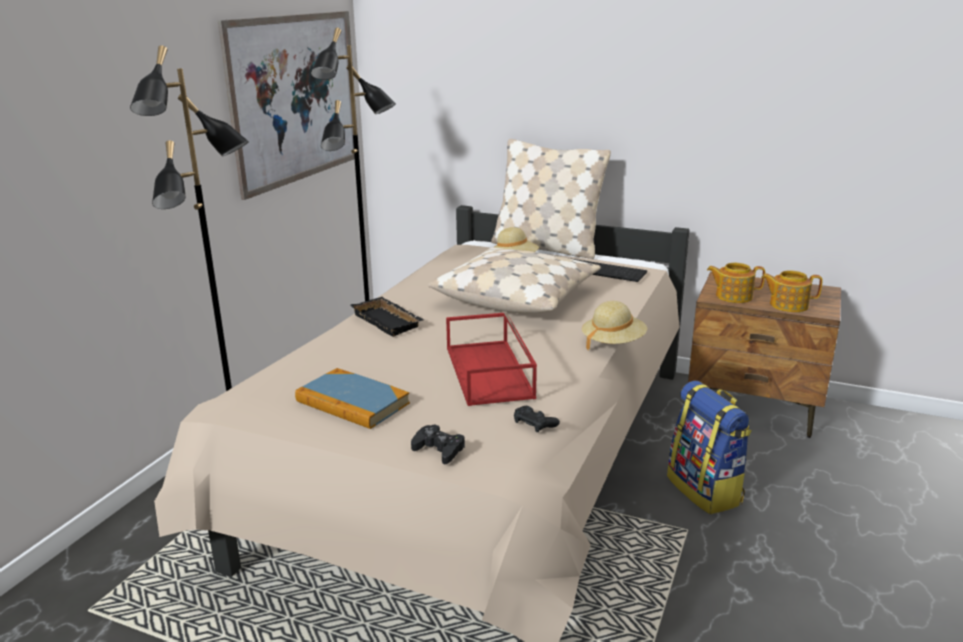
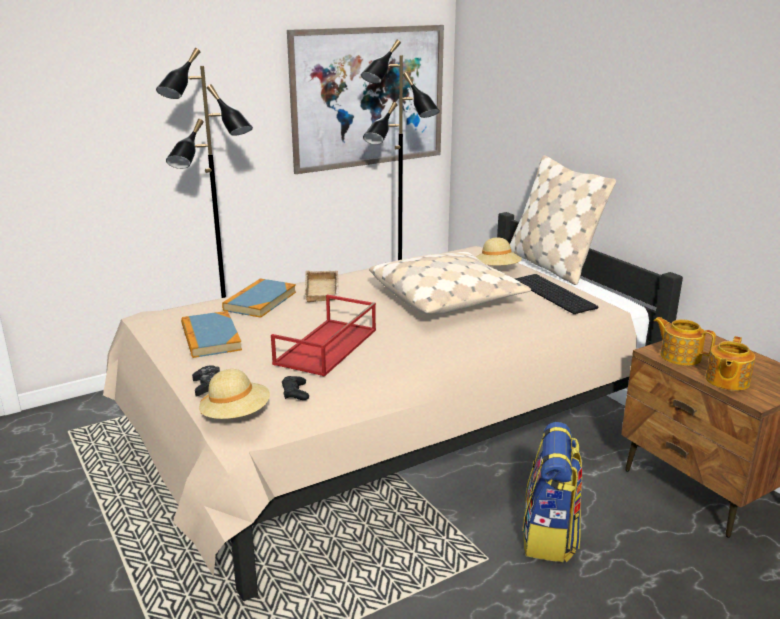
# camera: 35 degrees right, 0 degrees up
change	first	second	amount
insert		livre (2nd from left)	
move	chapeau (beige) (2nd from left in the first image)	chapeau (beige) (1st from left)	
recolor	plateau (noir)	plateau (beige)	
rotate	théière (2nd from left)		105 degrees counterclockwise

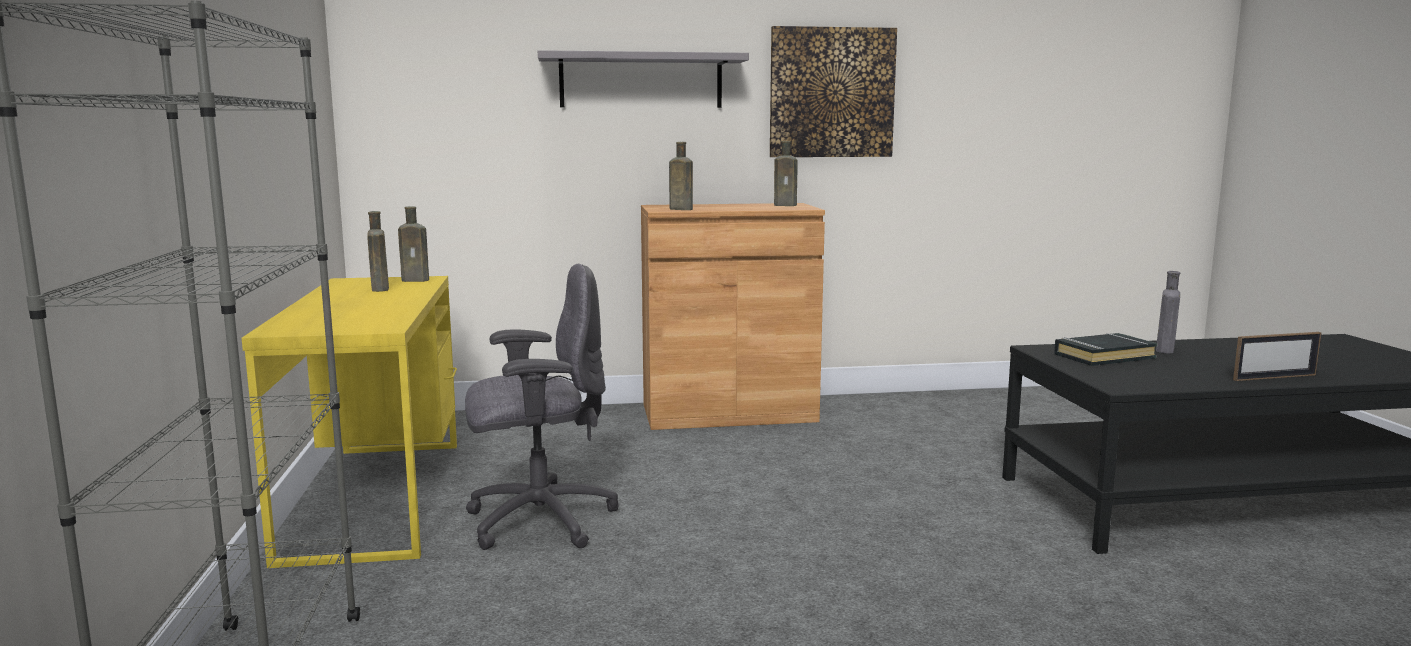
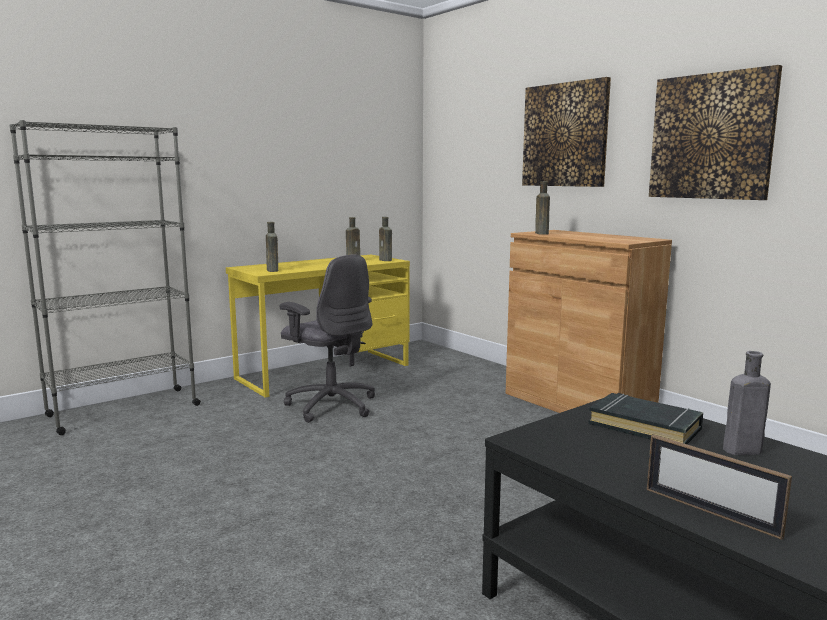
# camera: 60 degrees right, 0 degrees up
change	first	second	amount
move	bouteille (marron) (4th from left in the first image)	bouteille (marron) (1st from left)	
replace	étagère (gris)	tableau (1st from left)	

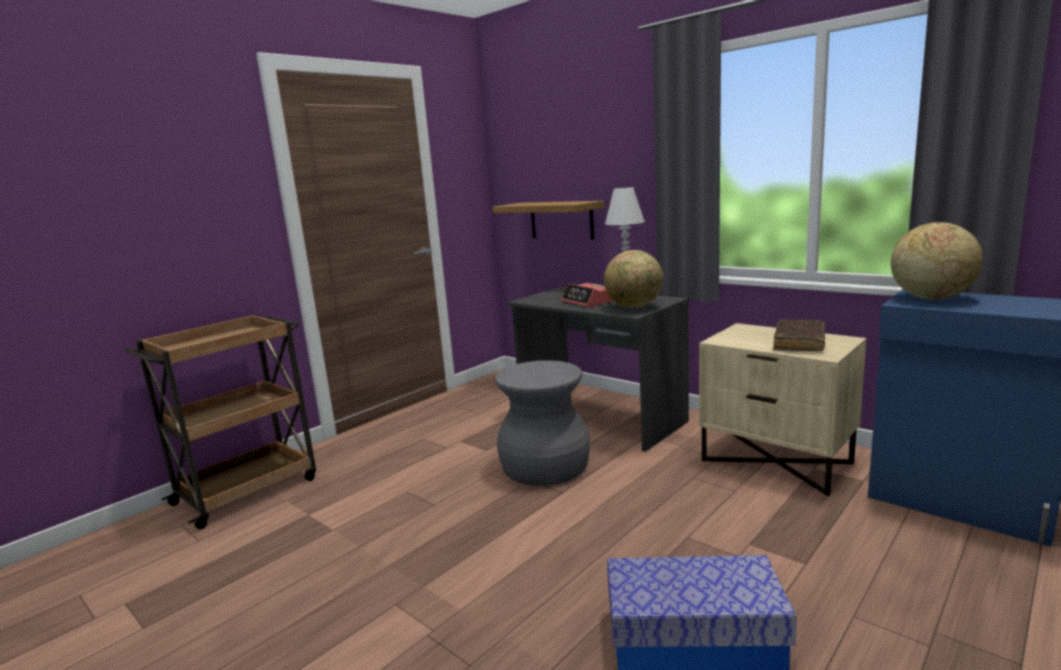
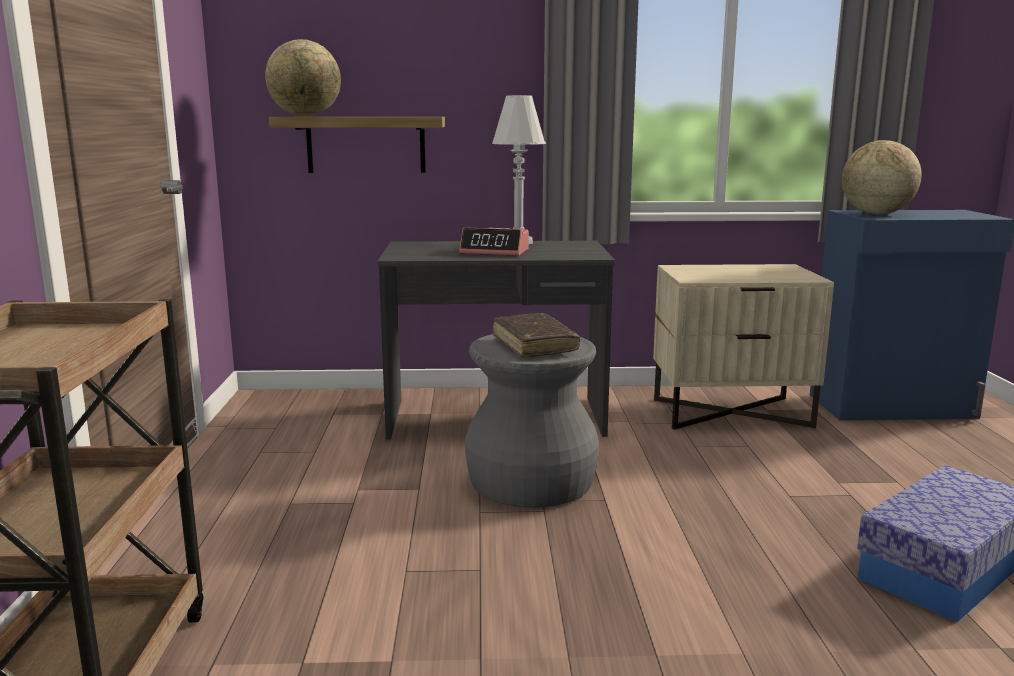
# camera: 45 degrees left, 0 degrees up
change	first	second	amount
move	globe (1st from left)		
move	livre (marron)		

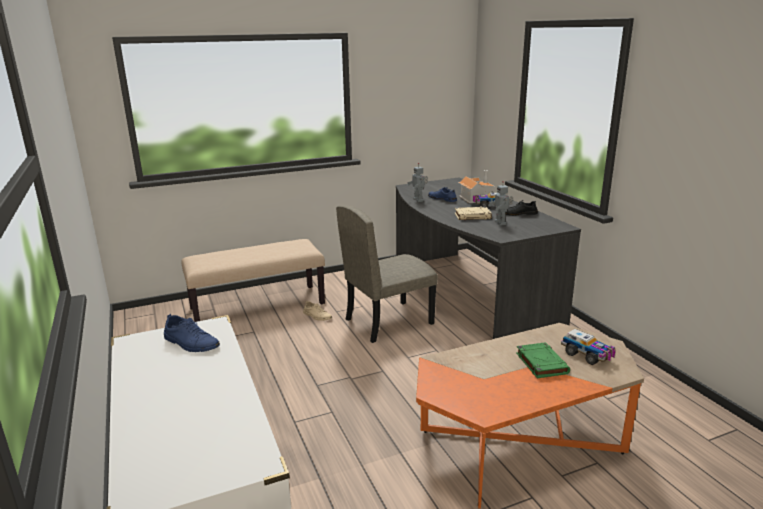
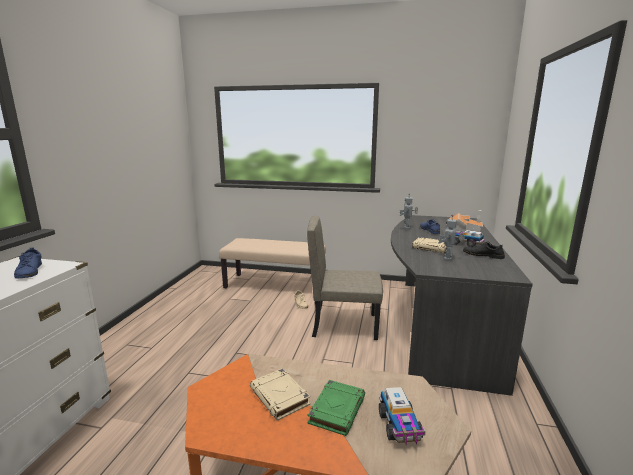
# camera: 35 degrees right, 5 degrees down
change	first	second	amount
insert		livre (beige) (1st from left)	

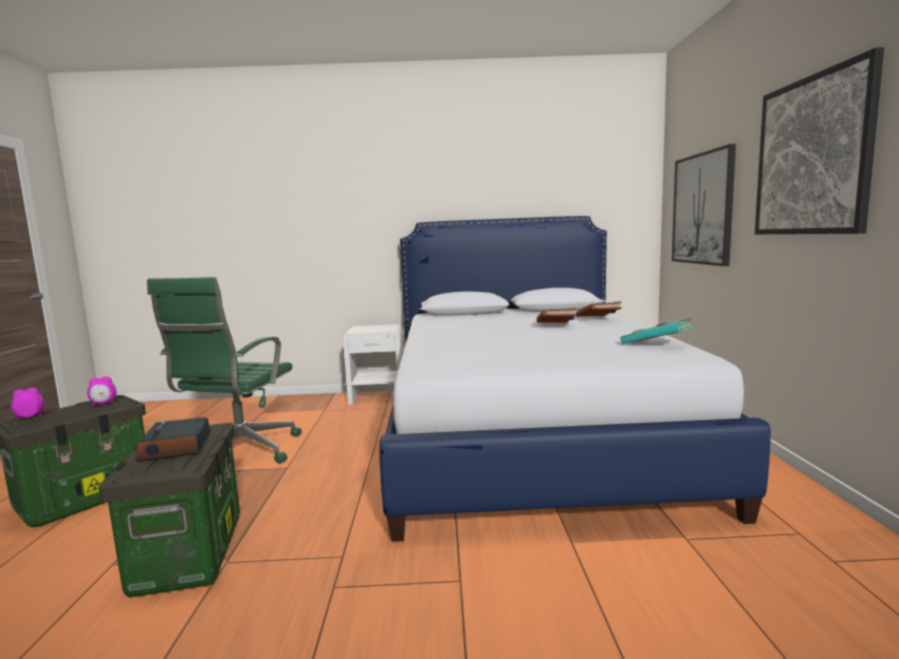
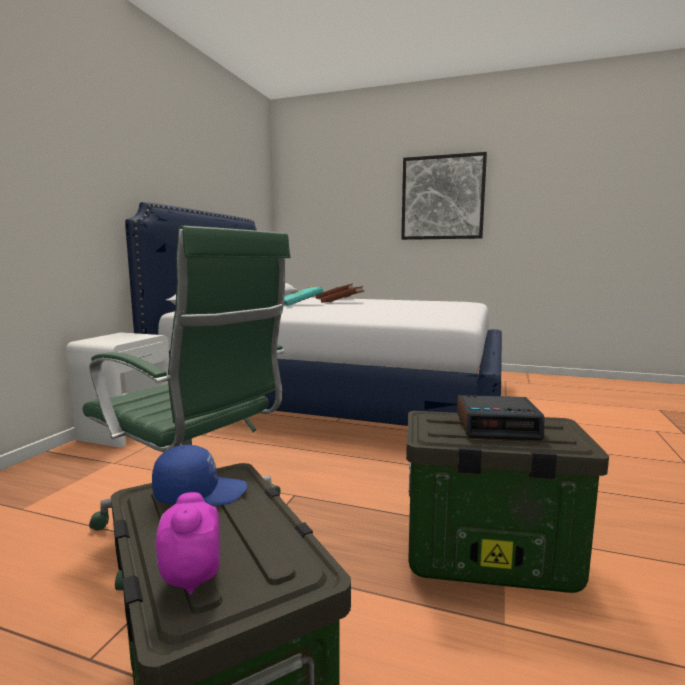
# camera: 70 degrees left, 0 degrees up
change	first	second	amount
delete	tableau (1st from left)		
move	livre (turquoise)		
replace	réveil (2nd from left)	casquette (bleu)	

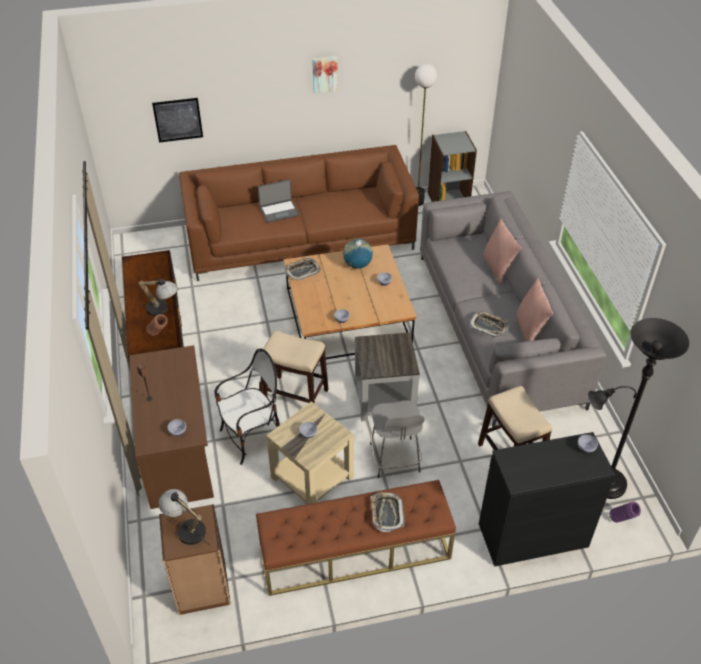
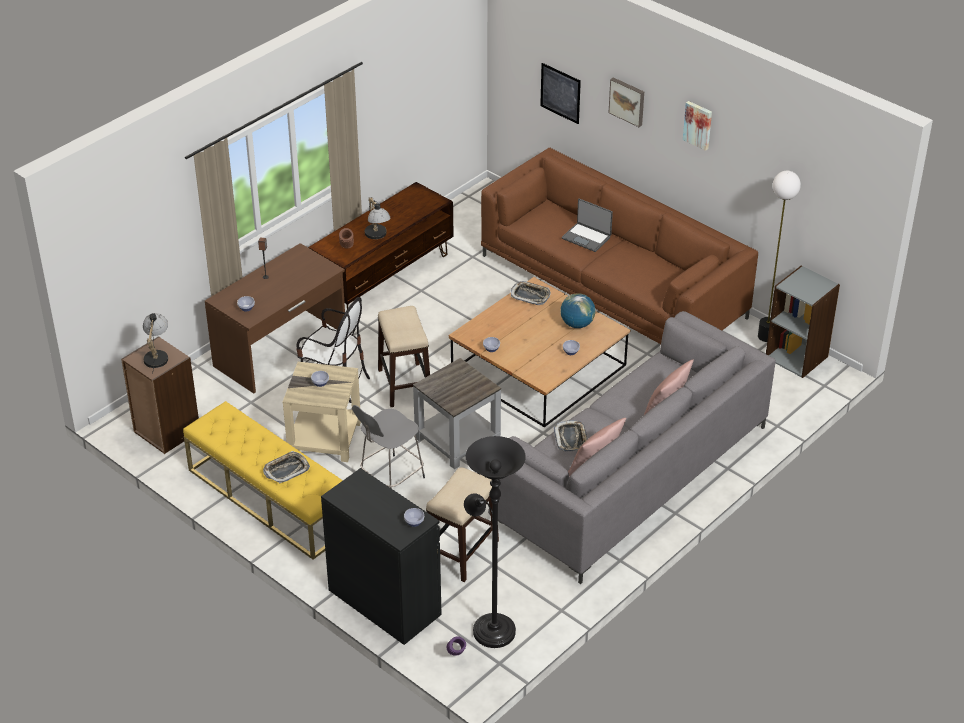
# camera: 55 degrees right, 5 degrees down
change	first	second	amount
insert		tableau (2nd from left)	
recolor	banc (marron)	banc (jaune)	

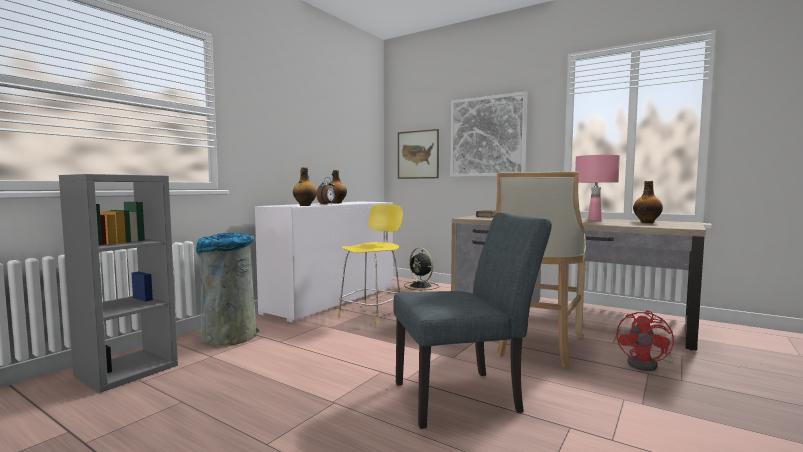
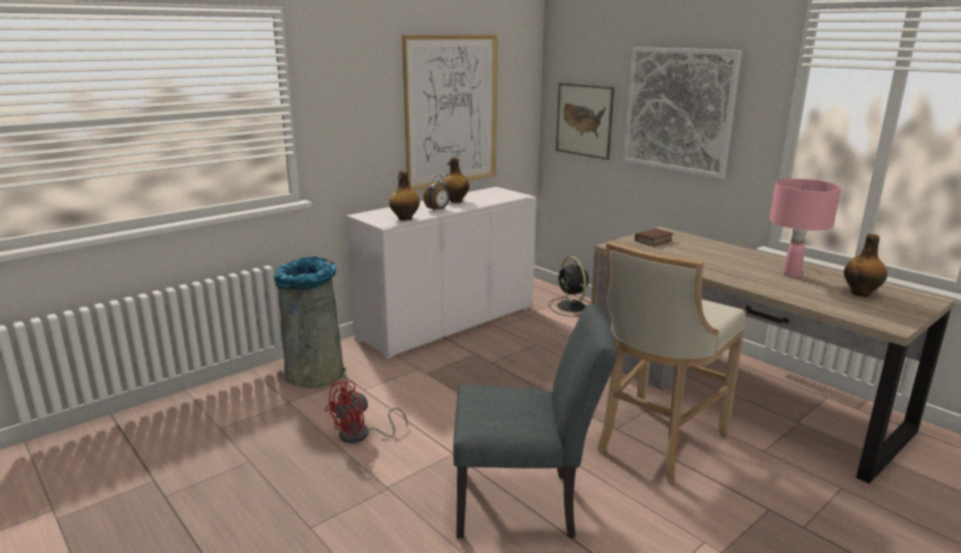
# camera: 15 degrees right, 15 degrees up
change	first	second	amount
delete	bibliothèque (gris)		
delete	chaise (jaune)		
insert		tableau (1st from left)	
move	ventilateur (rouge)		

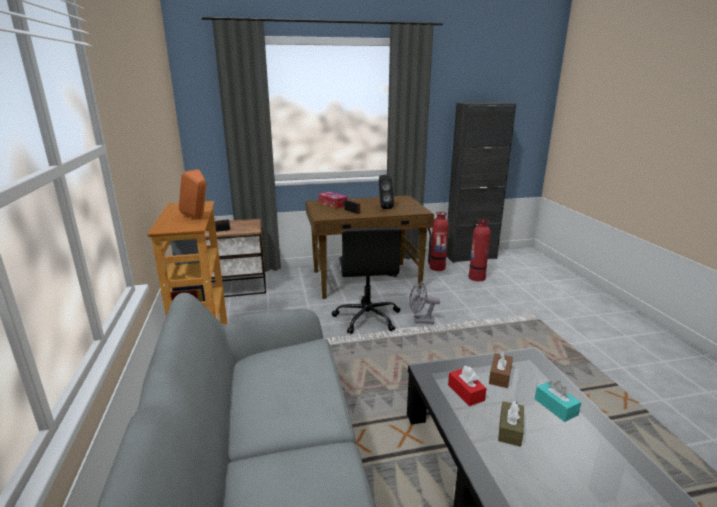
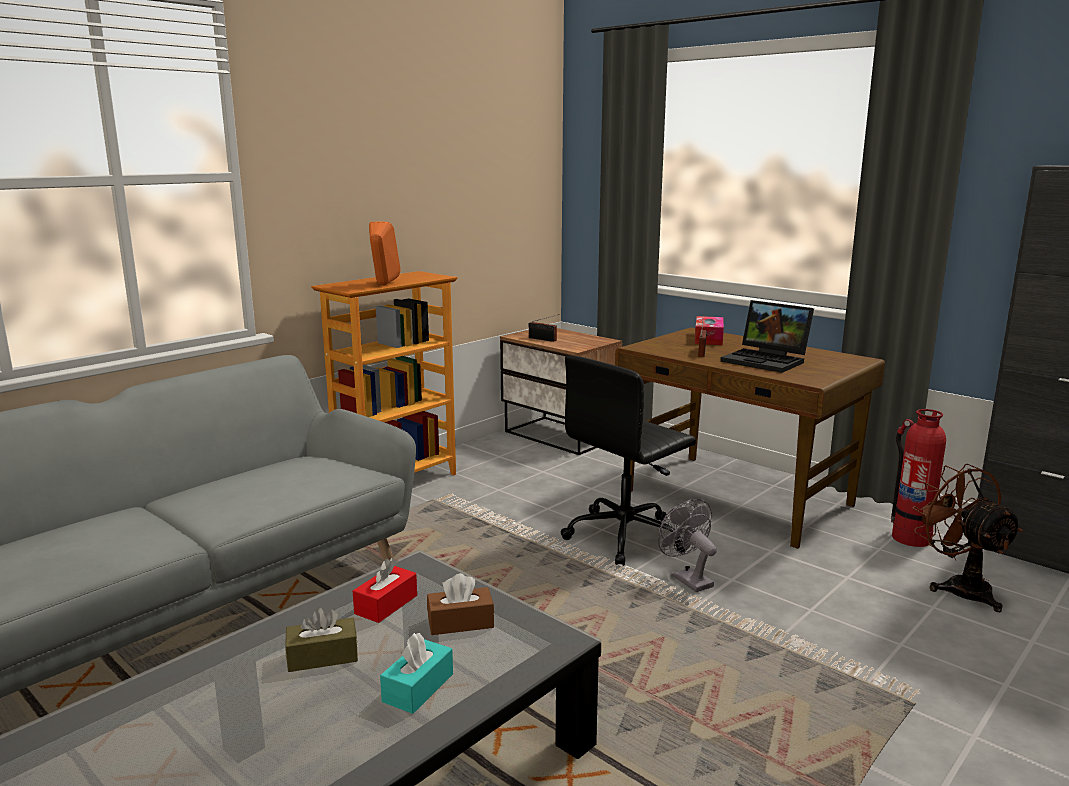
# camera: 55 degrees right, 5 degrees down
change	first	second	amount
replace	enceinte (noir)	ordinateur portable	
replace	extincteur (2nd from left)	ventilateur (marron)	

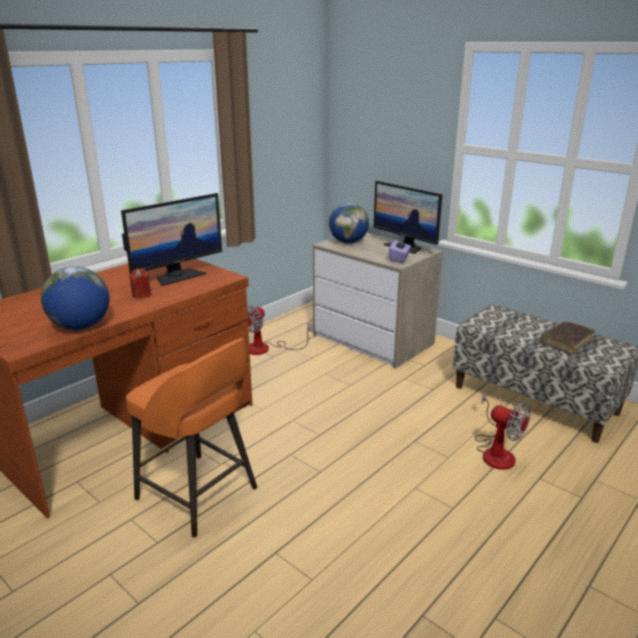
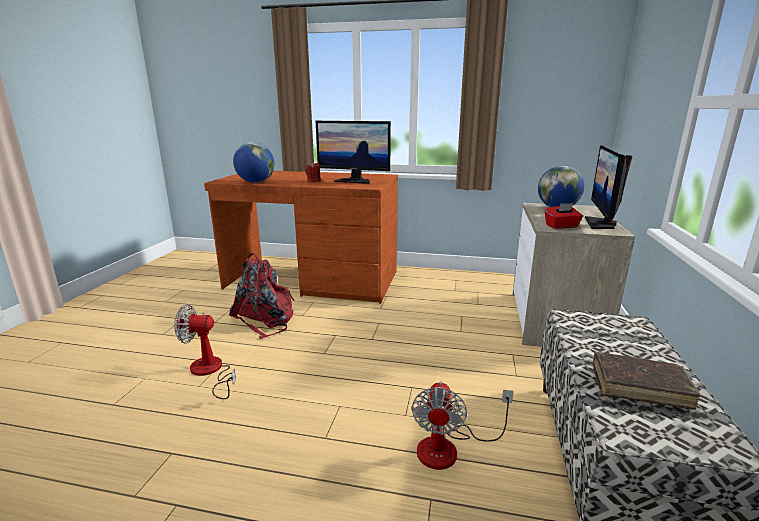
# camera: 60 degrees right, 5 degrees down
change	first	second	amount
move	ventilateur (1st from left)		
replace	tabouret (orange)	sac à dos (rouge)	
recolor	boîte à mouchoirs (violet)	boîte à mouchoirs (rouge)	

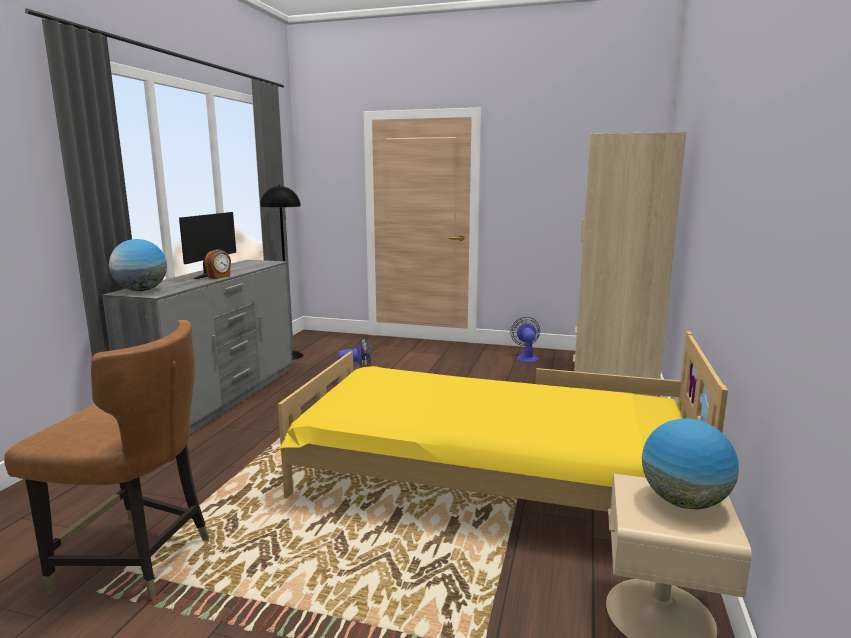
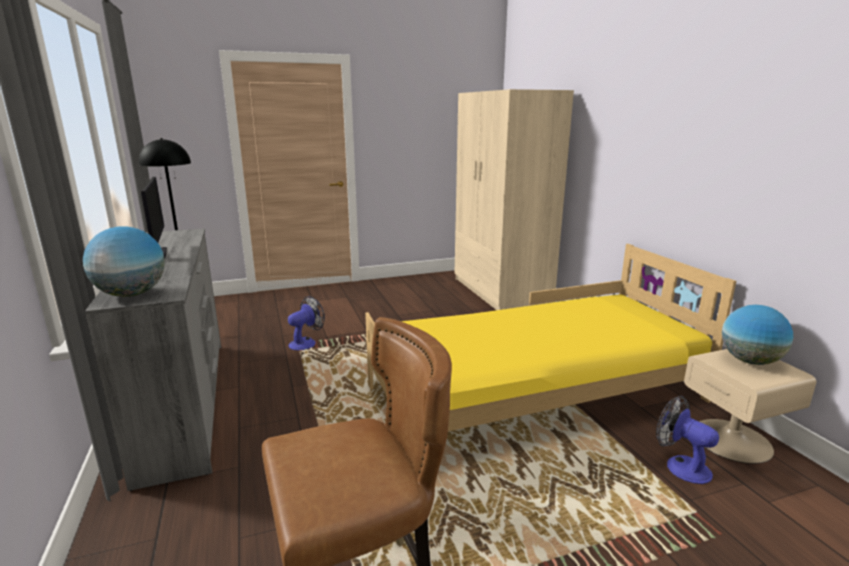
# camera: 35 degrees left, 5 degrees up
change	first	second	amount
delete	réveil		
move	ventilateur (2nd from left)		

